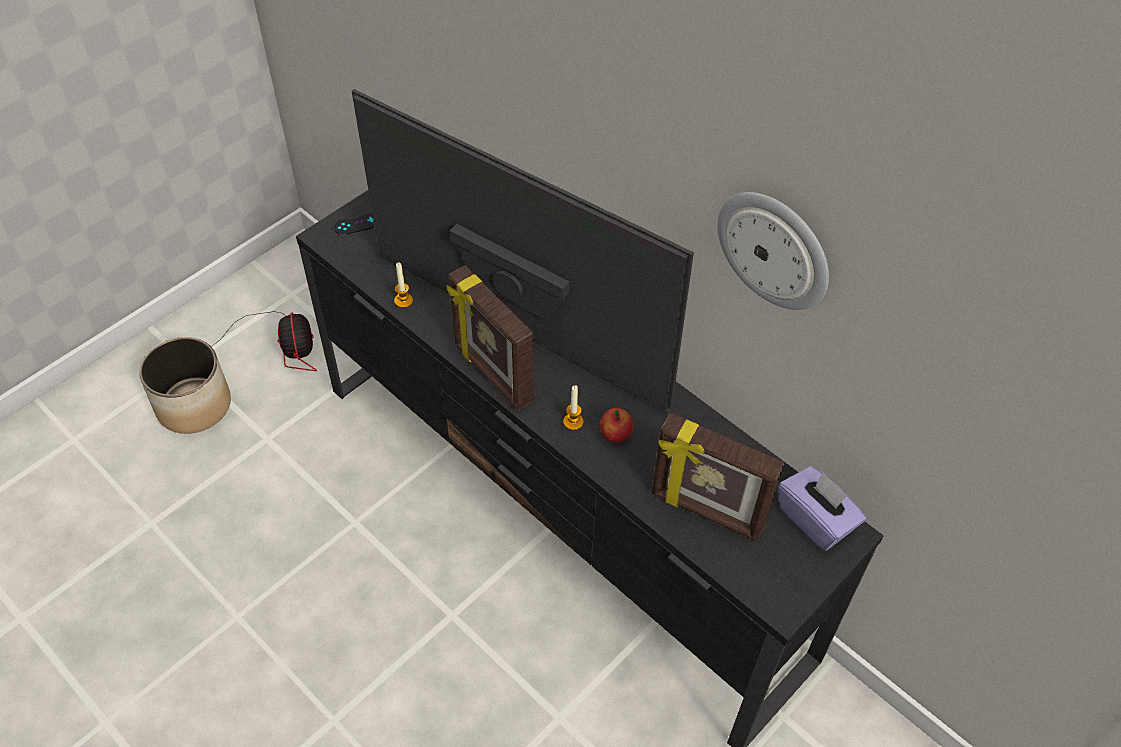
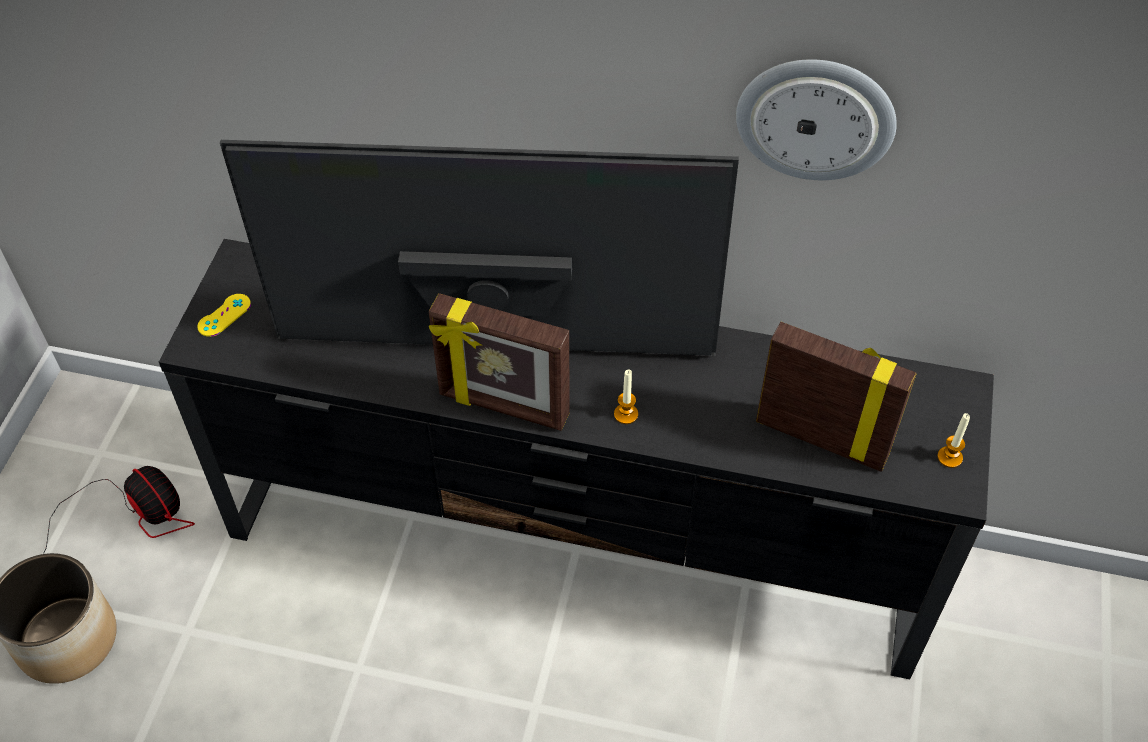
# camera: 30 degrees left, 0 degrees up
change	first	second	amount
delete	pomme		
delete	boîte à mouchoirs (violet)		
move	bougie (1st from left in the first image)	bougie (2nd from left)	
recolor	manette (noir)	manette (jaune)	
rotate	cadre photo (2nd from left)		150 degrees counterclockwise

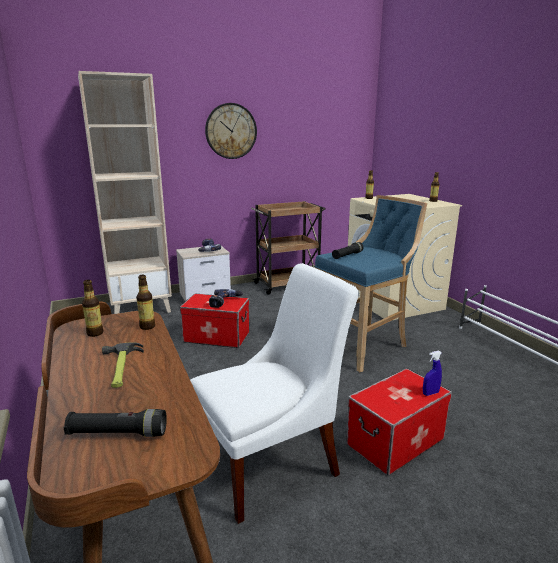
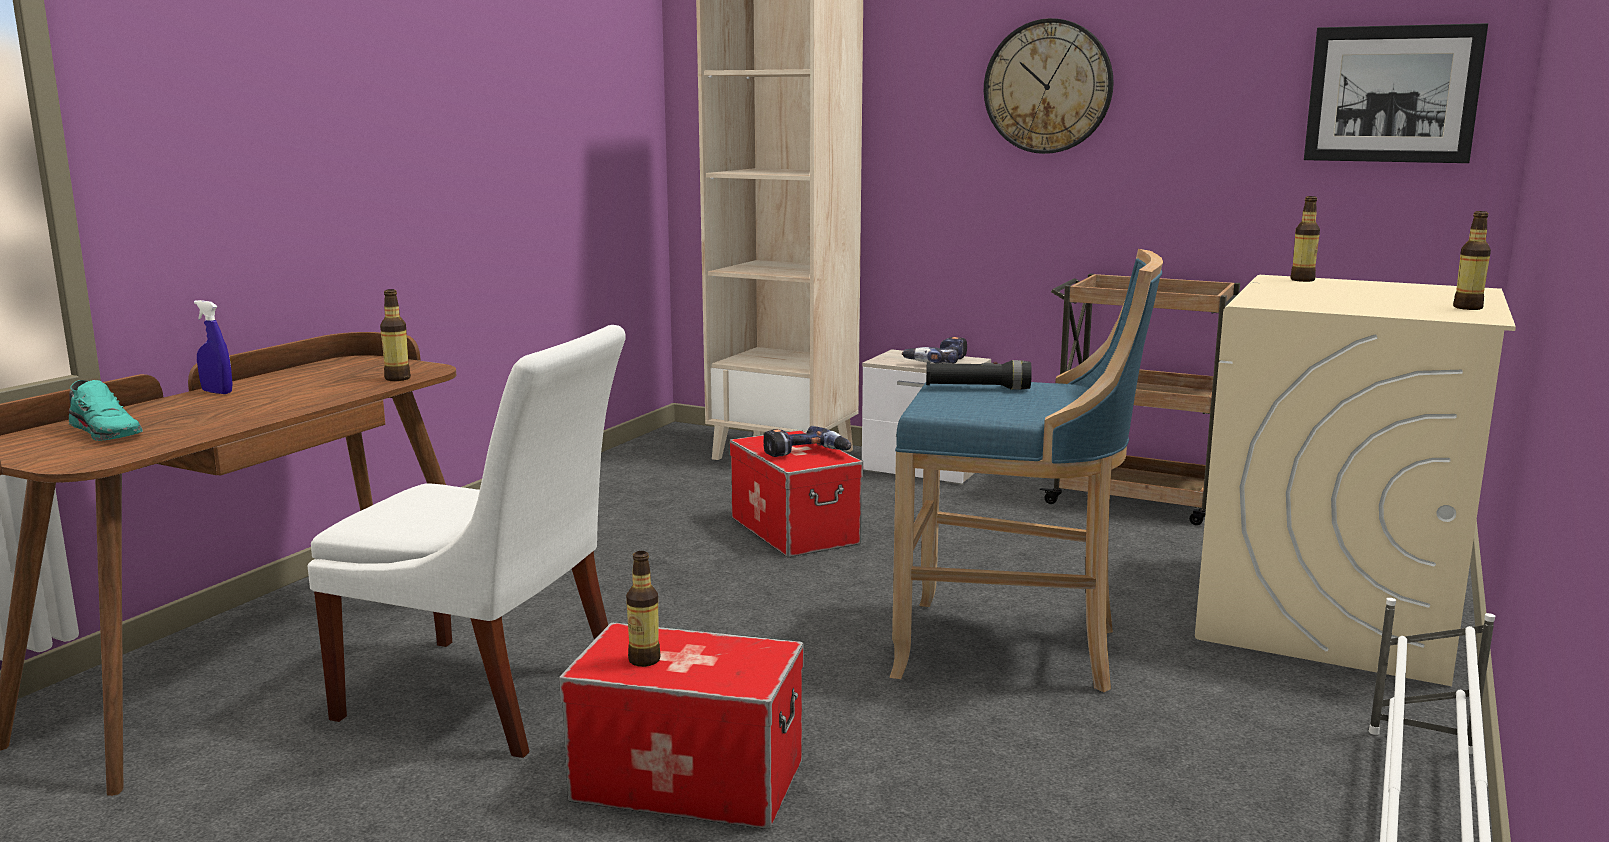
# camera: 50 degrees right, 5 degrees down
change	first	second	amount
delete	marteau		
insert		tableau	
move	bouteille (1st from left in the first image)	bouteille (2nd from left)	
move	vaporisateur (bleu)		
replace	lampe de poche (noir) (1st from left)	chaussure (turquoise)	

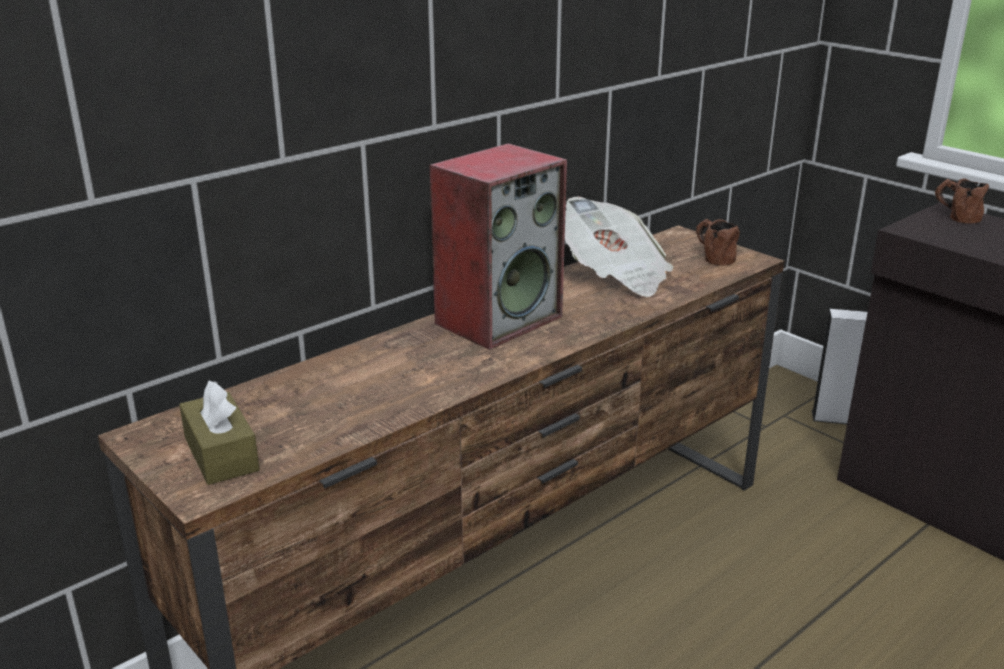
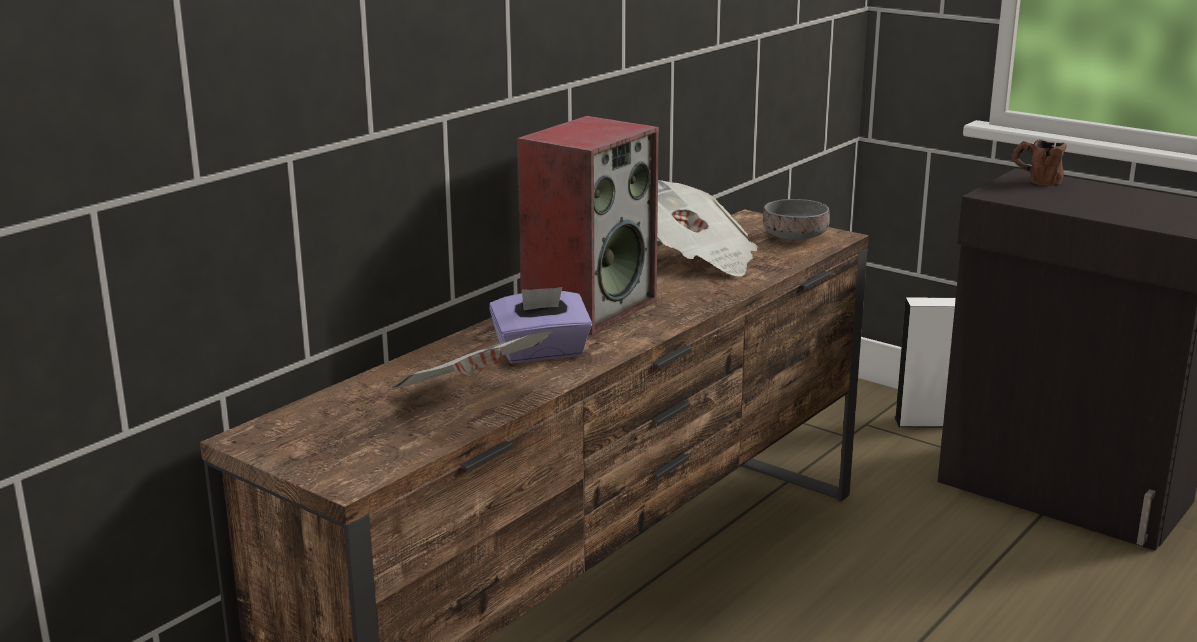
# camera: 10 degrees left, 5 degrees down
change	first	second	amount
delete	boîte à mouchoirs (marron)		
insert		journal (1st from left)	
insert		boîte à mouchoirs (violet)	
replace	mug (marron) (1st from left)	bol (gris)	

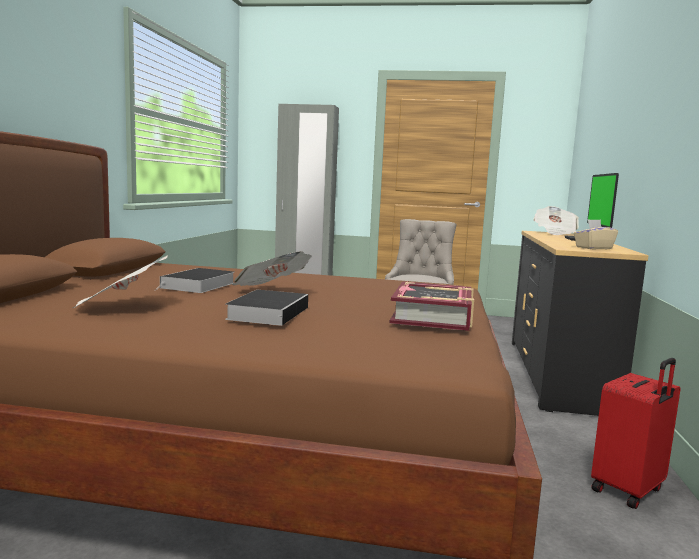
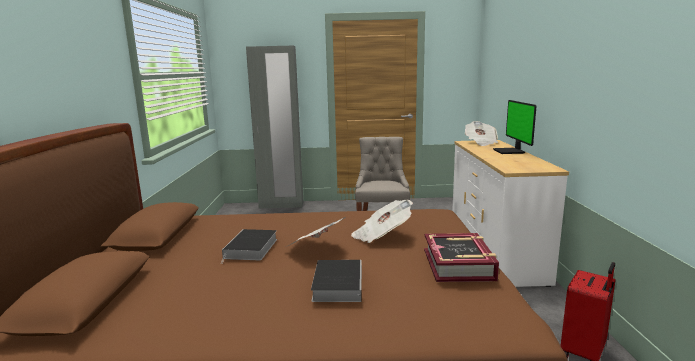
# camera: 10 degrees left, 5 degrees up
change	first	second	amount
delete	boîte à mouchoirs (beige)		
move	journal (1st from left in the first image)	journal (2nd from left)	
recolor	commode (noir)	commode (blanc)	

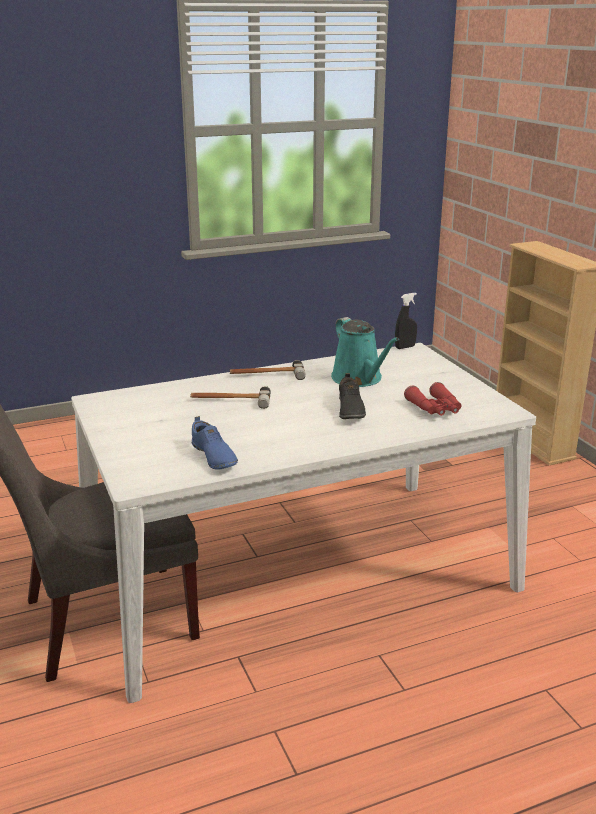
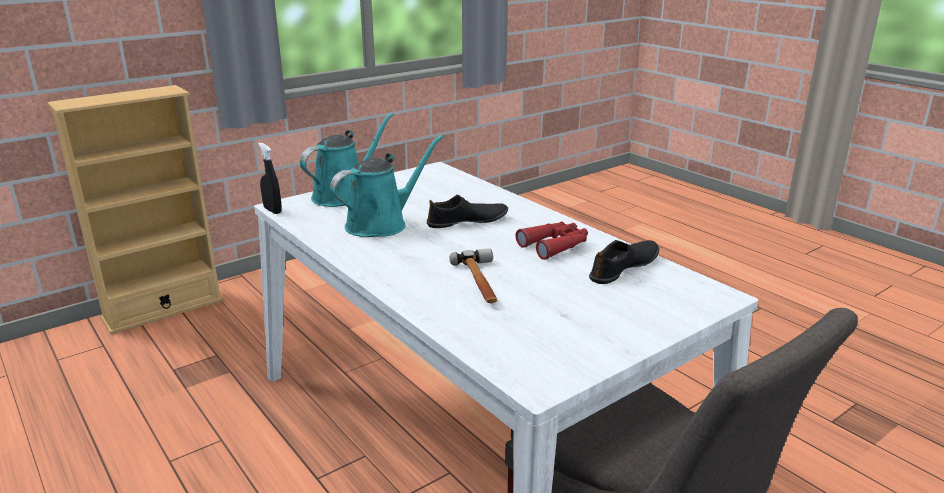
# camera: 105 degrees left, 0 degrees up
change	first	second	amount
delete	marteau (2nd from left)		
insert		arrosoir (turquoise) (1st from left)	
move	jumelles (rouge)		
recolor	chaussure (bleu)	chaussure (noir) (2nd from left)	

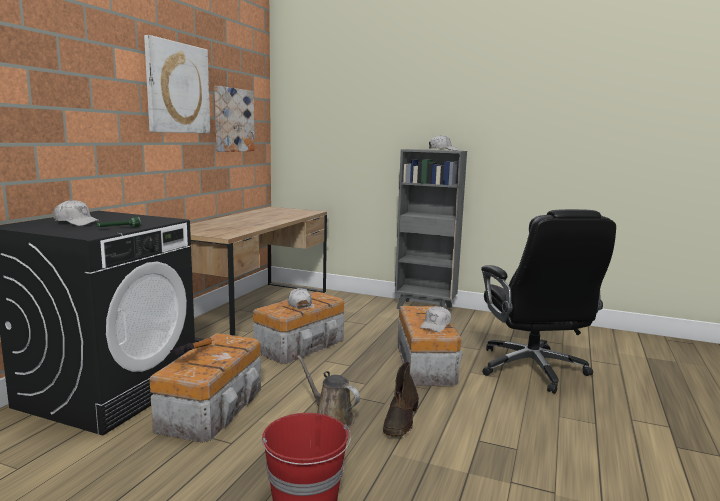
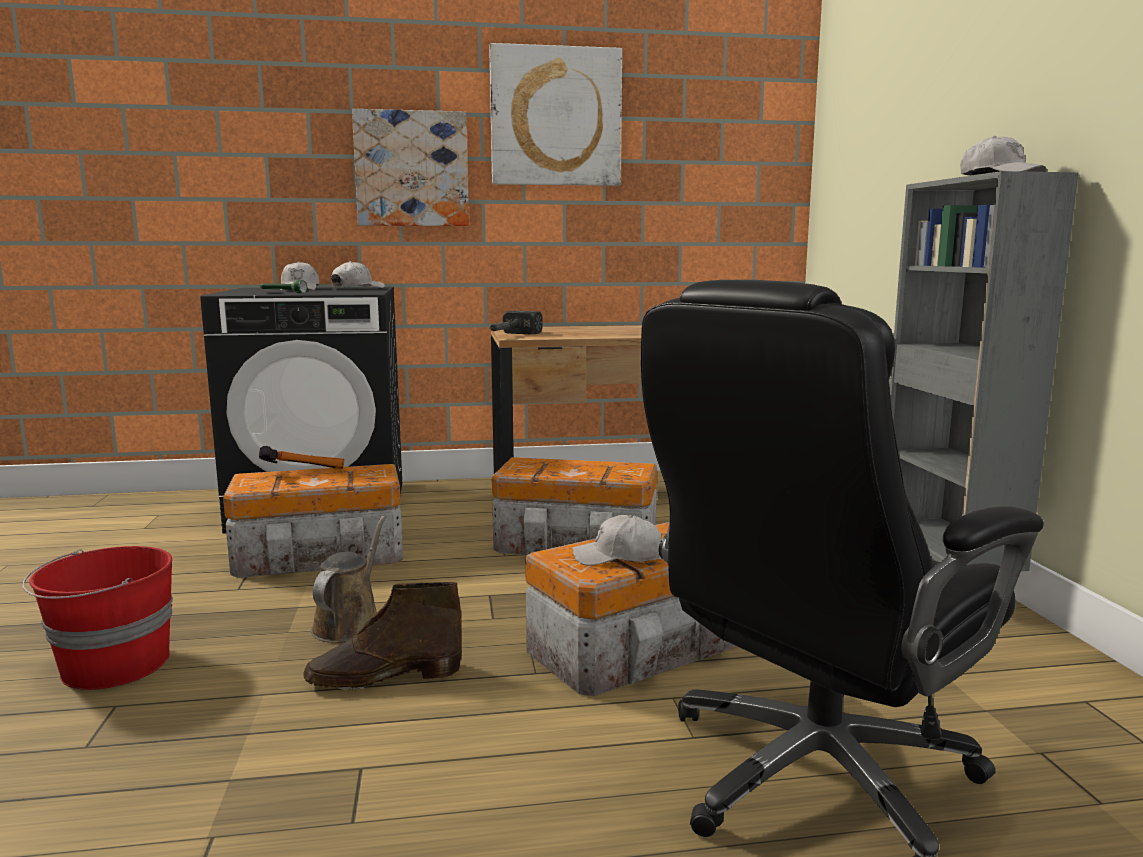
# camera: 60 degrees right, 0 degrees up
change	first	second	amount
insert		marteau (2nd from left)	
move	tableau (2nd from left in the first image)	tableau (1st from left)	
move	casquette (blanc) (2nd from left)		

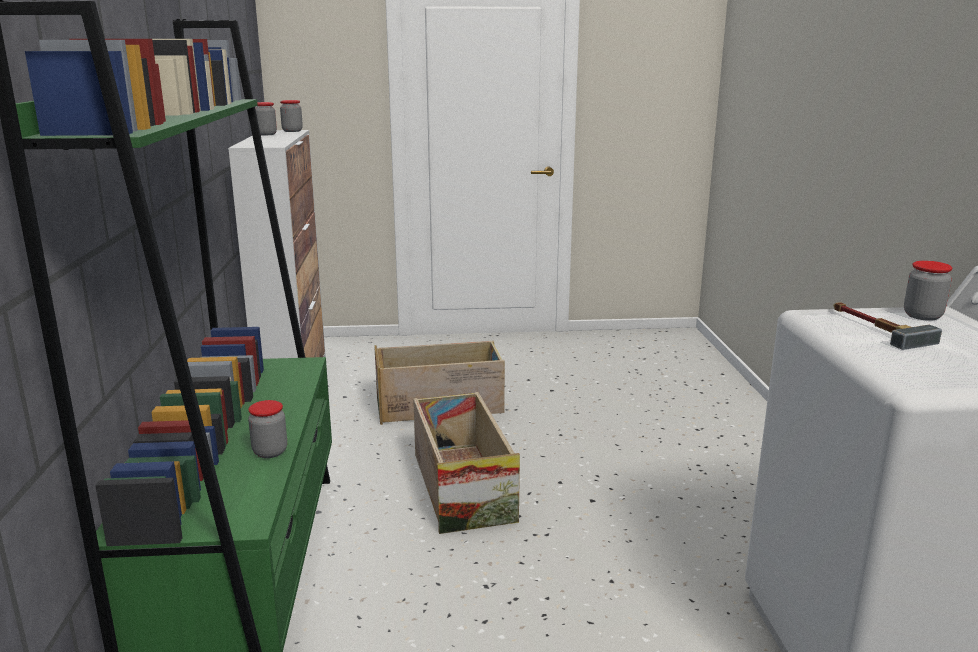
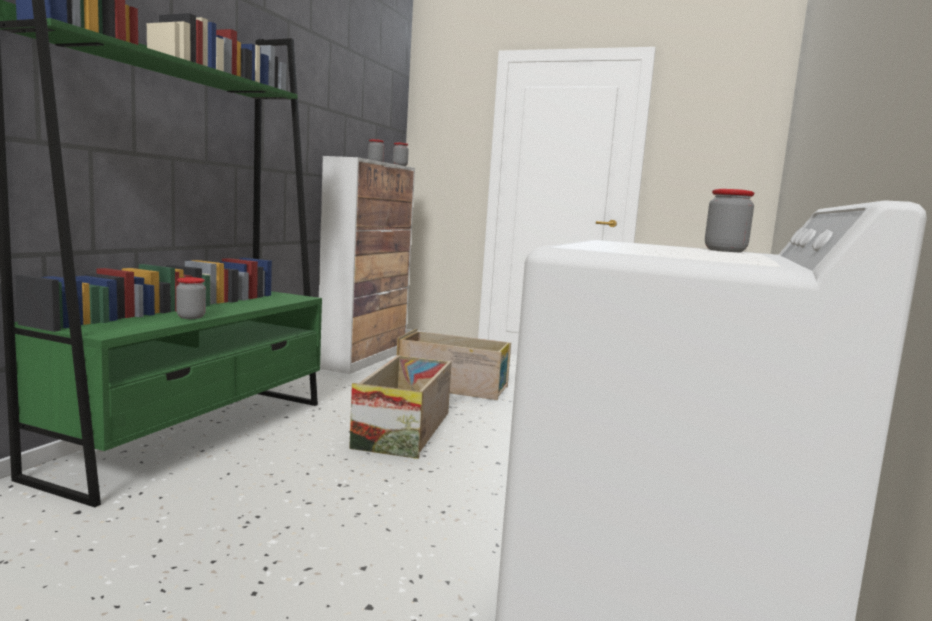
# camera: 25 degrees right, 10 degrees down
change	first	second	amount
delete	marteau		

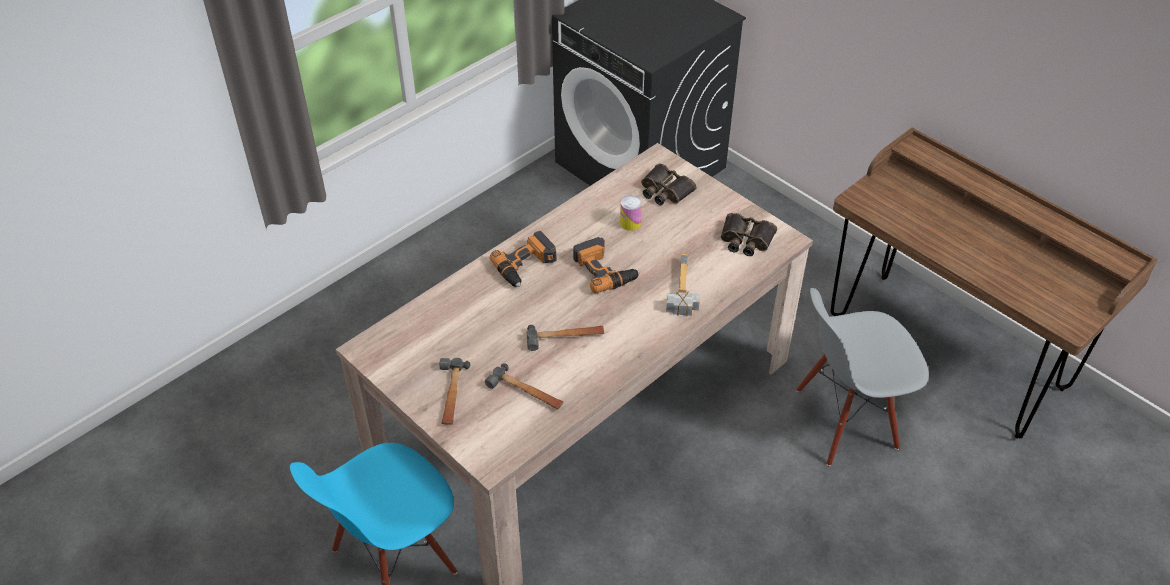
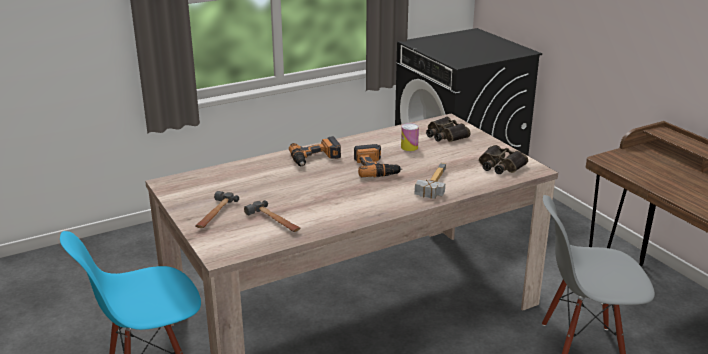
# camera: 15 degrees right, 20 degrees down
change	first	second	amount
delete	marteau (3rd from left)		

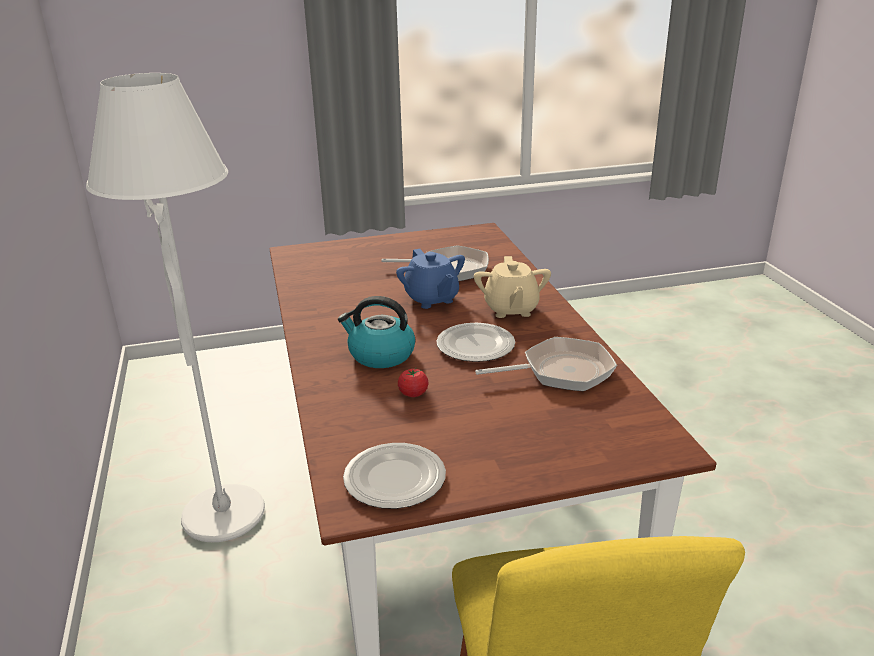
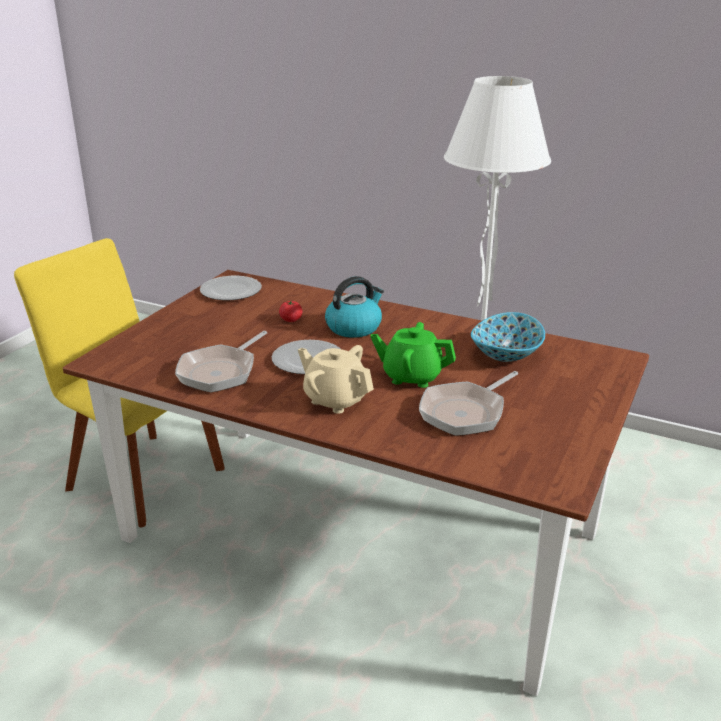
# camera: 130 degrees right, 0 degrees up
change	first	second	amount
insert		bol	
recolor	théière (bleu)	théière (vert)	

